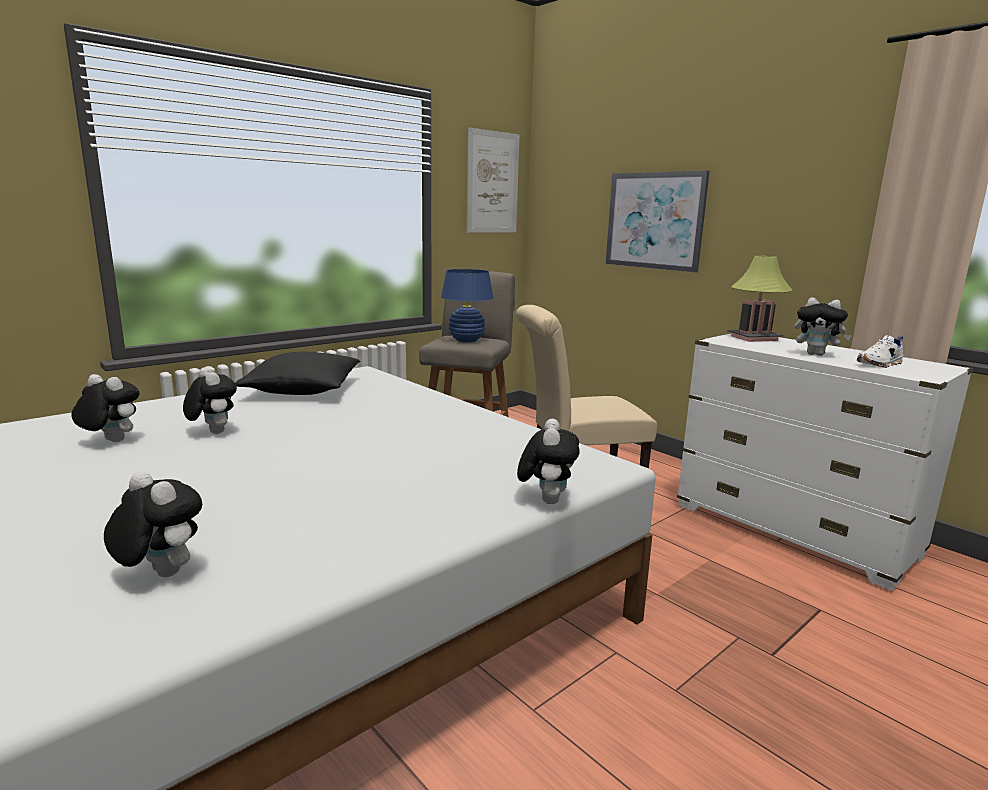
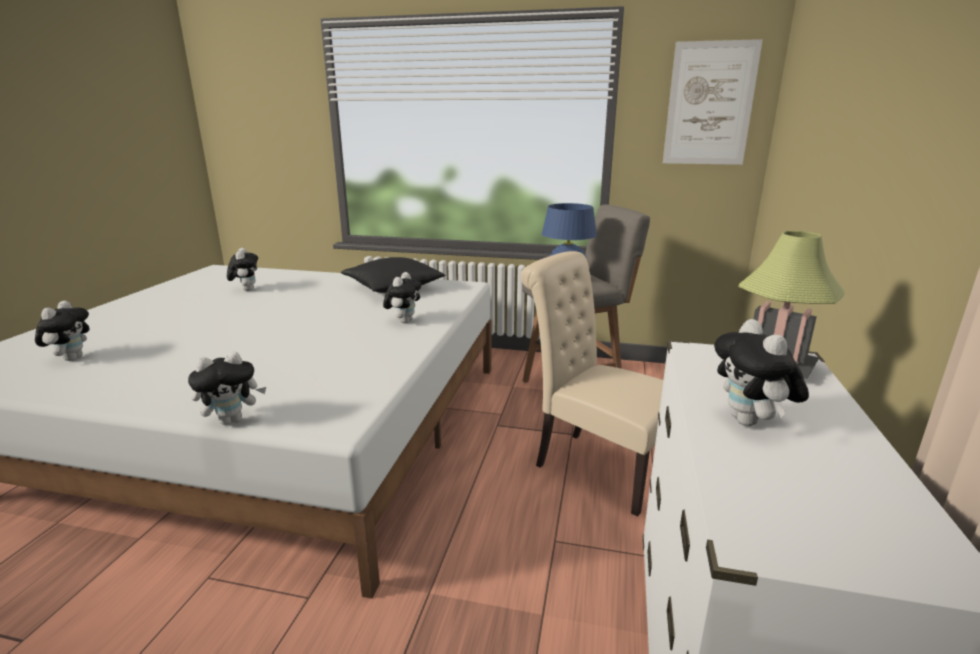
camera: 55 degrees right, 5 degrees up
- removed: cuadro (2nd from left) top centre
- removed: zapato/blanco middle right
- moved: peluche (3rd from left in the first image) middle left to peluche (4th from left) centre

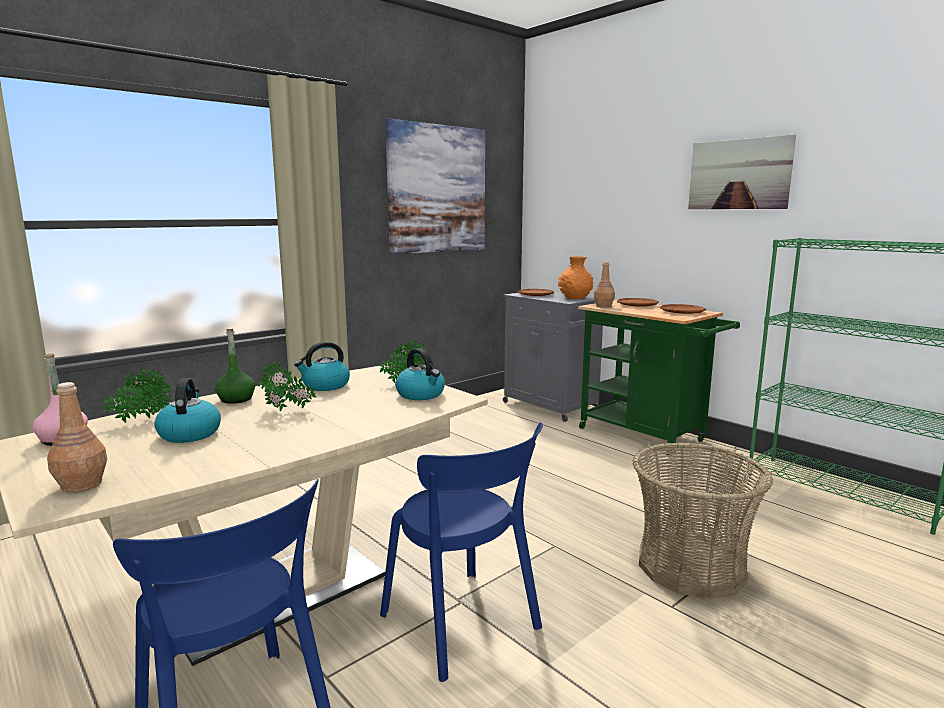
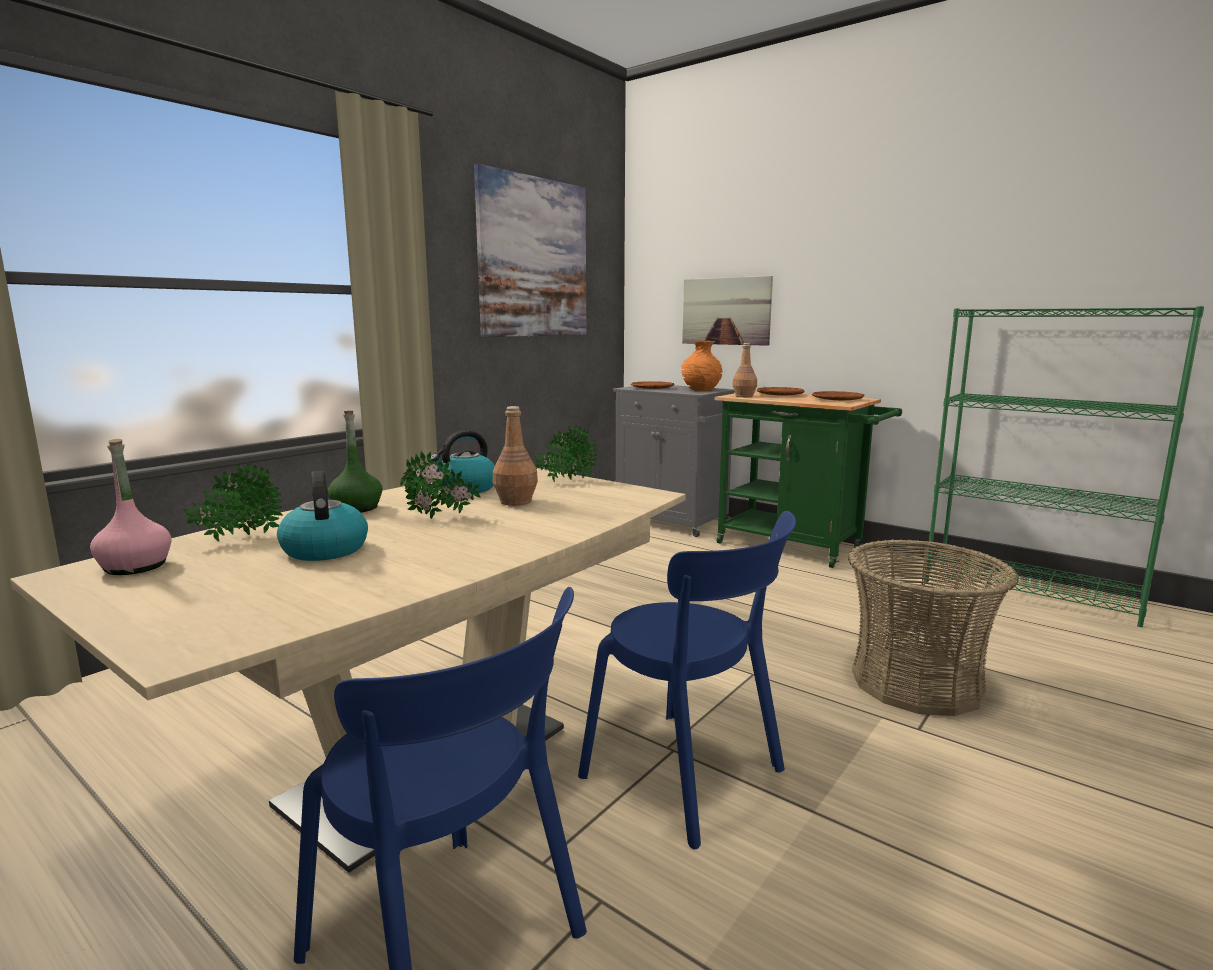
camera: 10 degrees left, 0 degrees up
- moved: cuadro (2nd from left) top right to top centre
- removed: hervidor (3rd from left) centre
- moved: botella/marrón (1st from left) middle left to centre

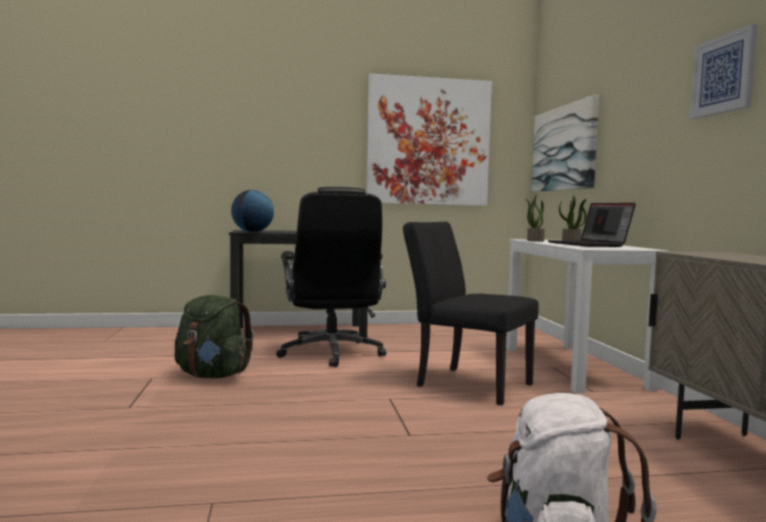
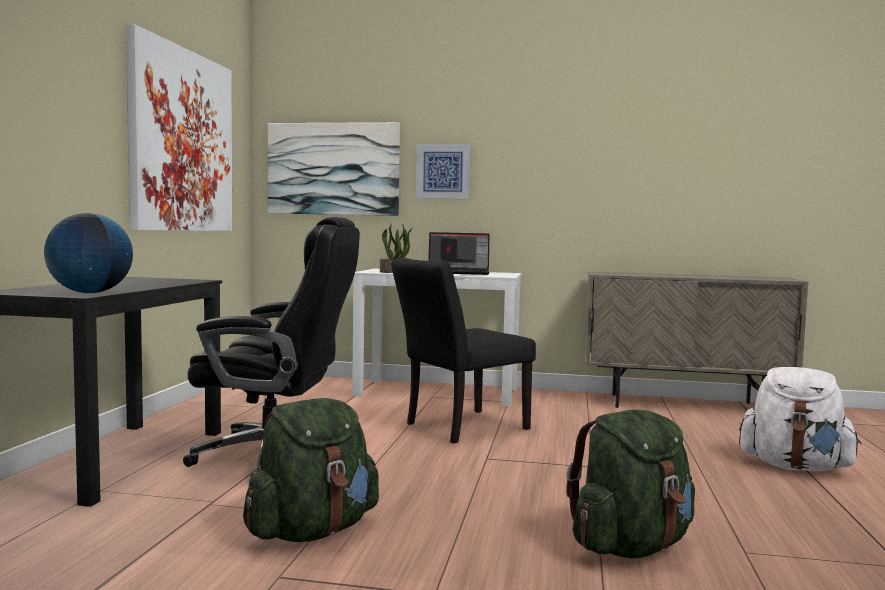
camera: 70 degrees left, 0 degrees up
- moved: cuadro (3rd from left) top right to top centre
- added: mochila/verde (2nd from left) bottom right

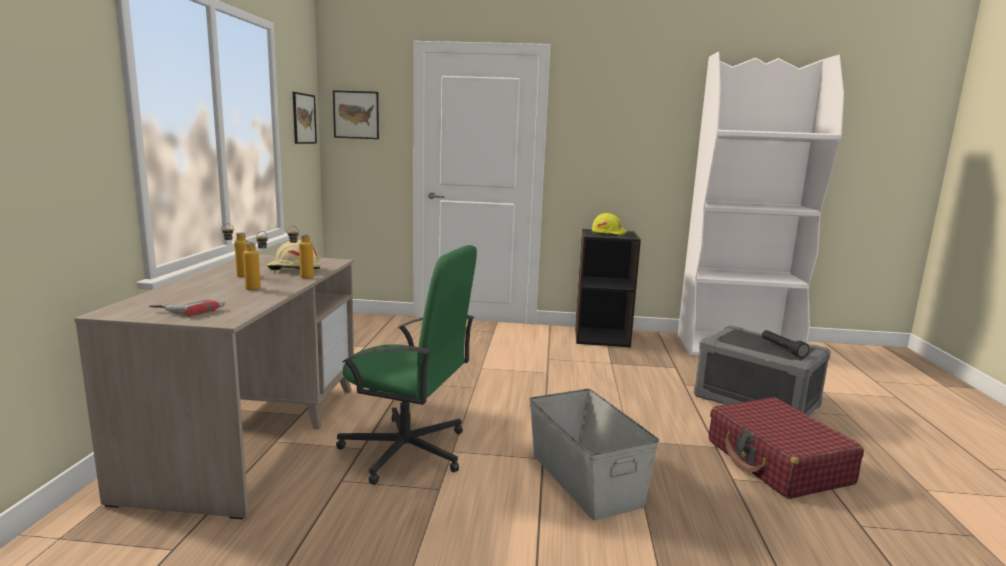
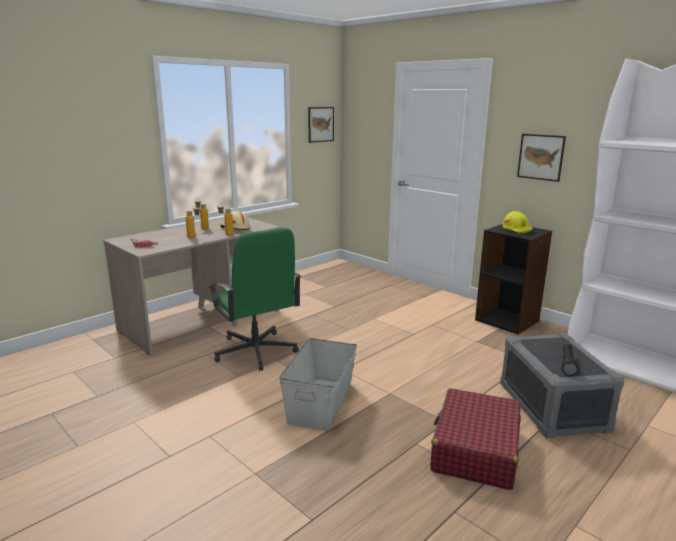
camera: 40 degrees right, 5 degrees up
- moved: cuadro (2nd from left) top centre to top right

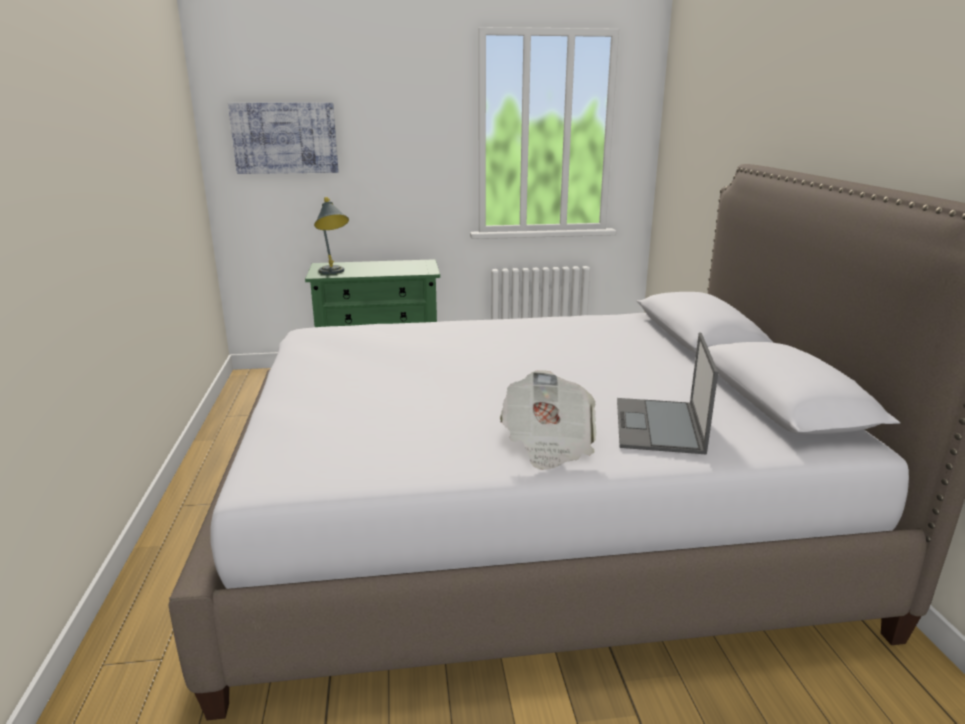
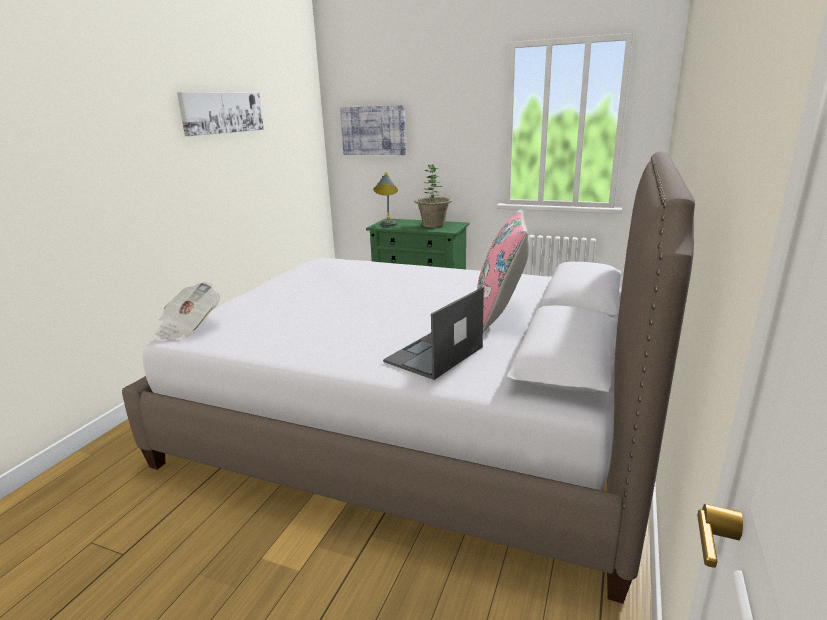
camera: 30 degrees right, 0 degrees up
- moved: periódico centre to middle left
- added: cuadro (1st from left) top left
- added: planta en maceta top centre
- added: cojín/rosa centre

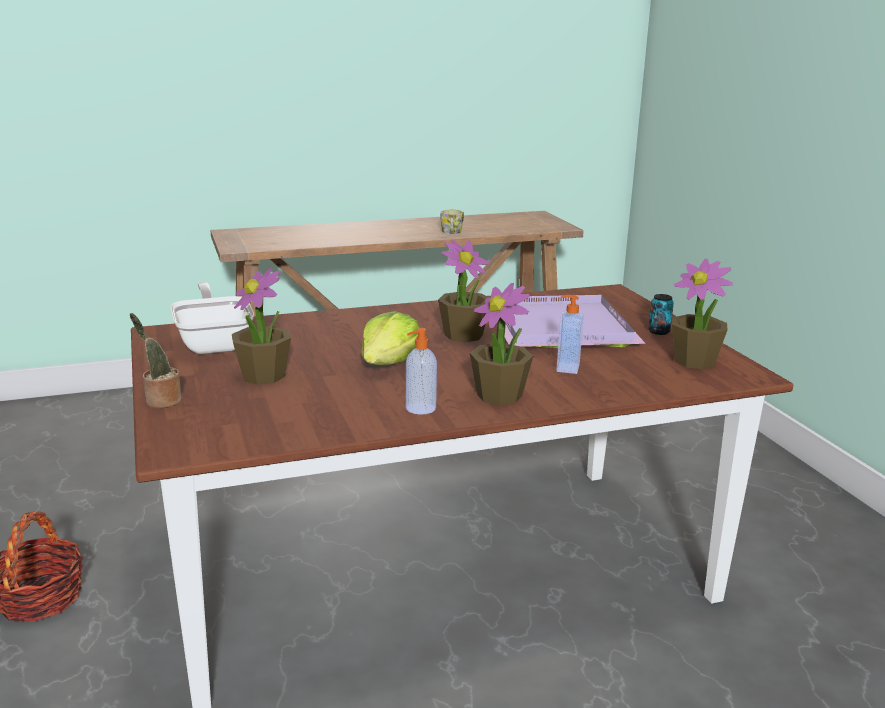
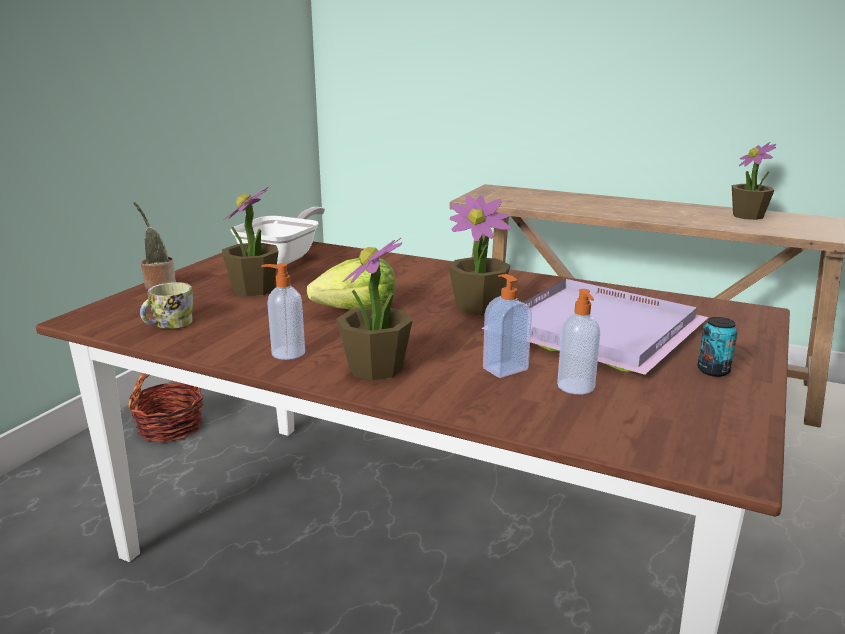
camera: 45 degrees right, 0 degrees up
- moved: taza grande top centre to middle left
- moved: planta en maceta (5th from left) middle right to top right
- added: dispensador de jabón (3rd from left) middle right

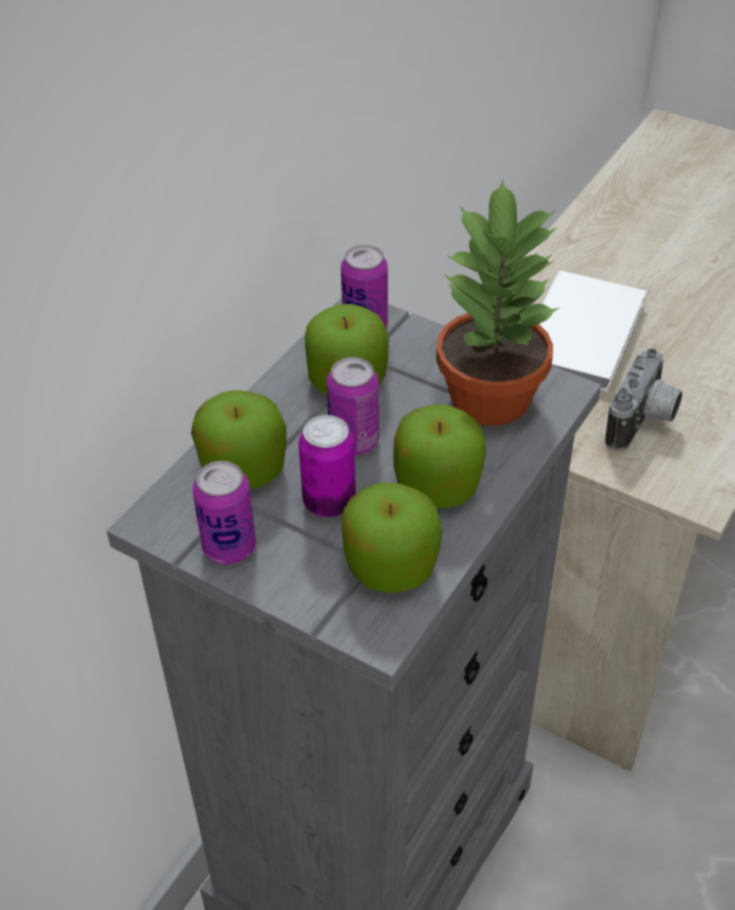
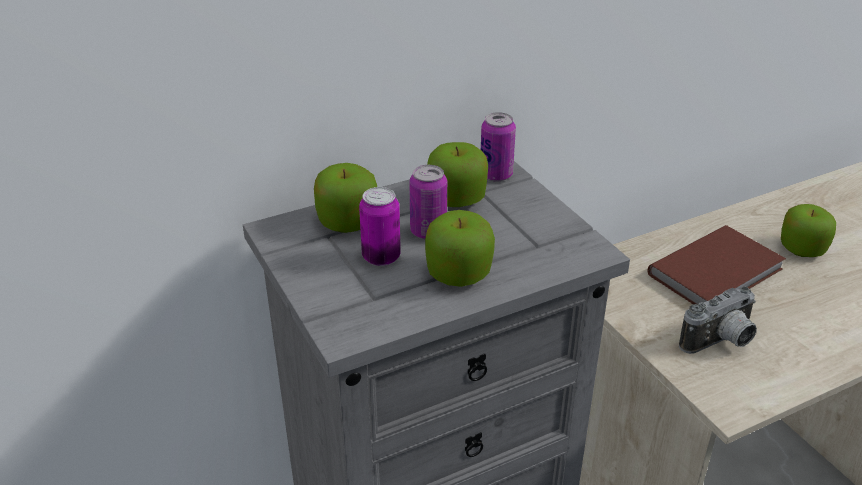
camera: 30 degrees right, 10 degrees down
- removed: planta en maceta top right
- recoloured: libro/blanco middle right to libro/marrón middle right
- removed: lata (1st from left) middle left
- moved: manzana (3rd from left in the first image) centre to manzana (4th from left) middle right

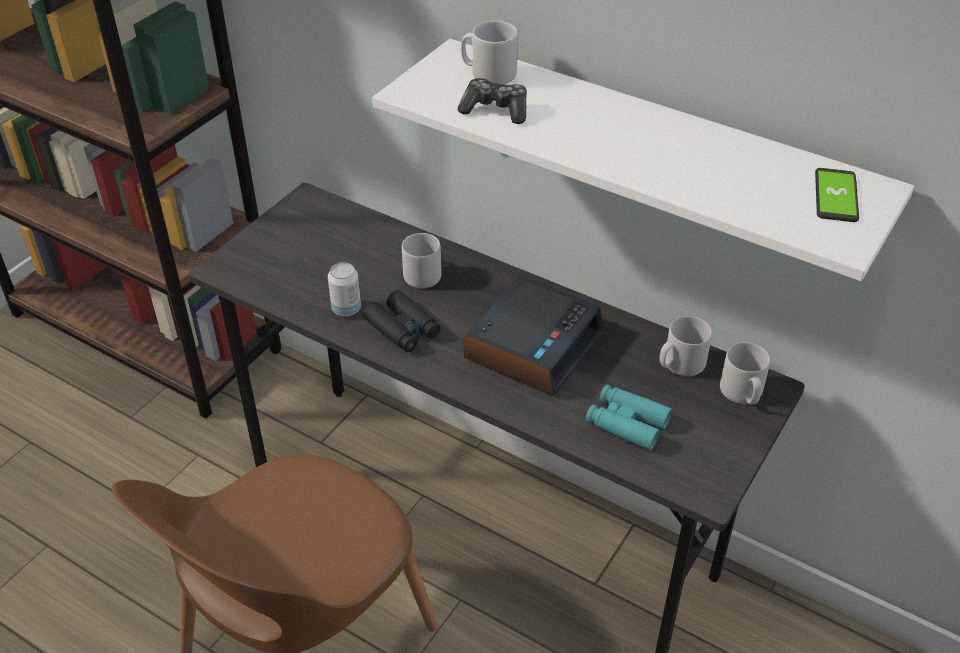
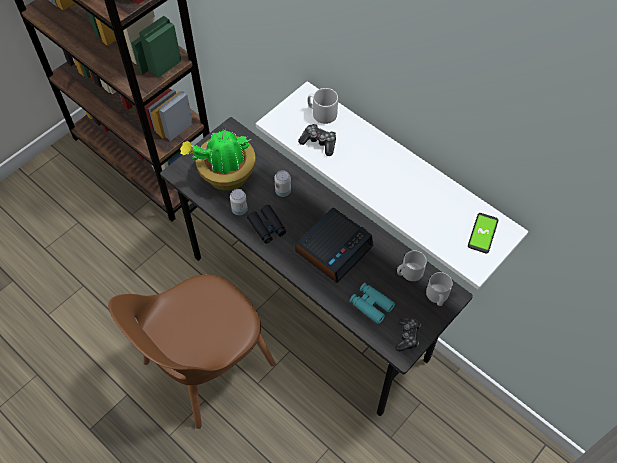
camera: 10 degrees right, 15 degrees up
- replaced: taza grande/gris (1st from left) centre to lata (2nd from left) centre
- added: planta en maceta centre
- added: mando de consola (2nd from left) bottom centre

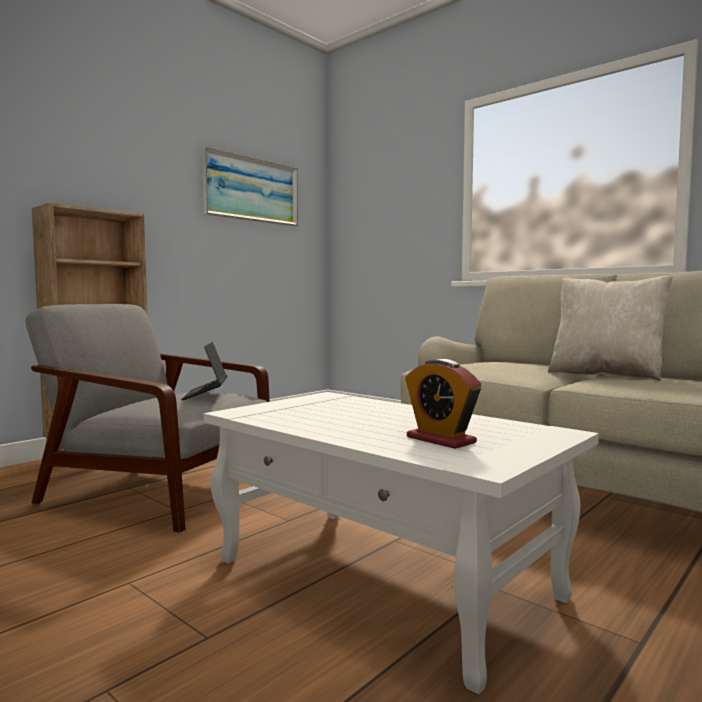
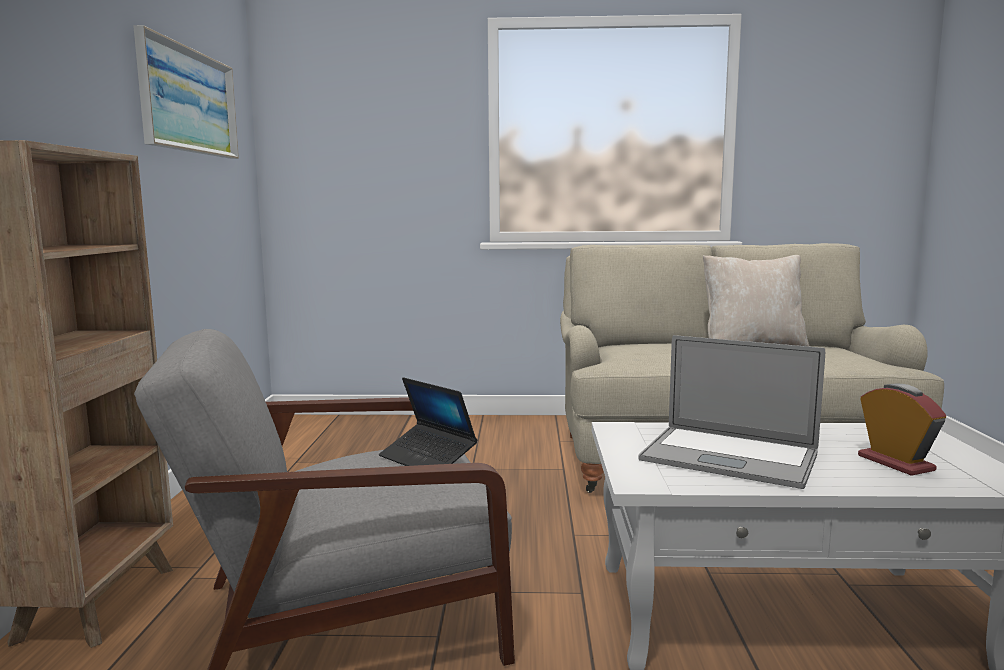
camera: 40 degrees left, 5 degrees up
- turned: despertador centre = middle right 120 degrees counterclockwise
- added: portátil (2nd from left) middle right

